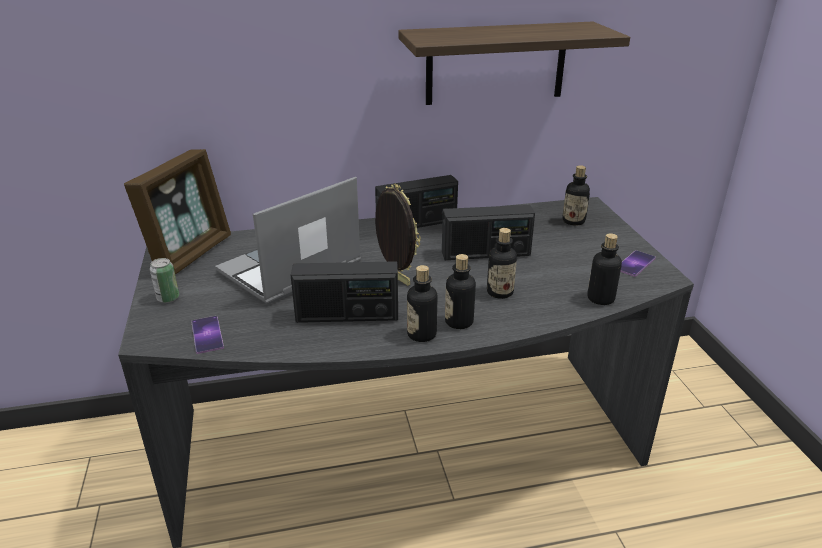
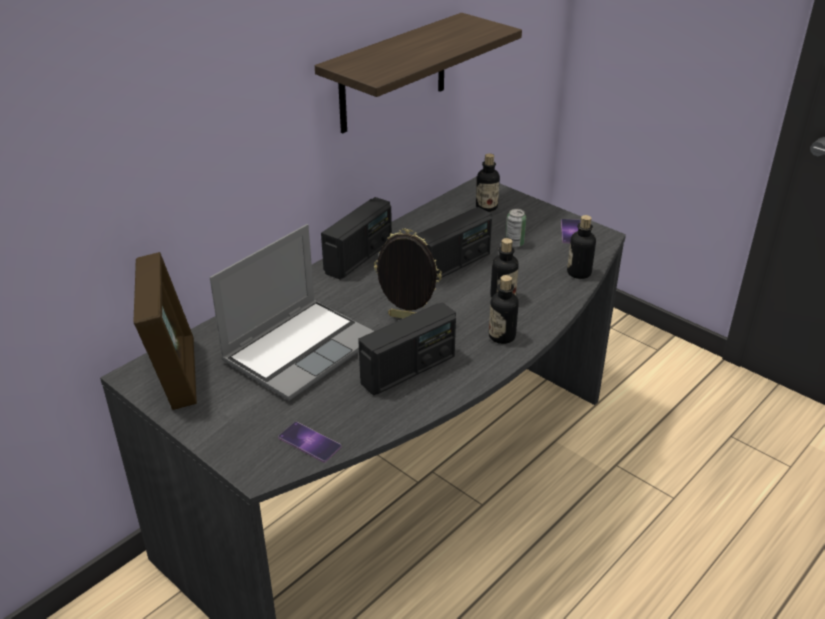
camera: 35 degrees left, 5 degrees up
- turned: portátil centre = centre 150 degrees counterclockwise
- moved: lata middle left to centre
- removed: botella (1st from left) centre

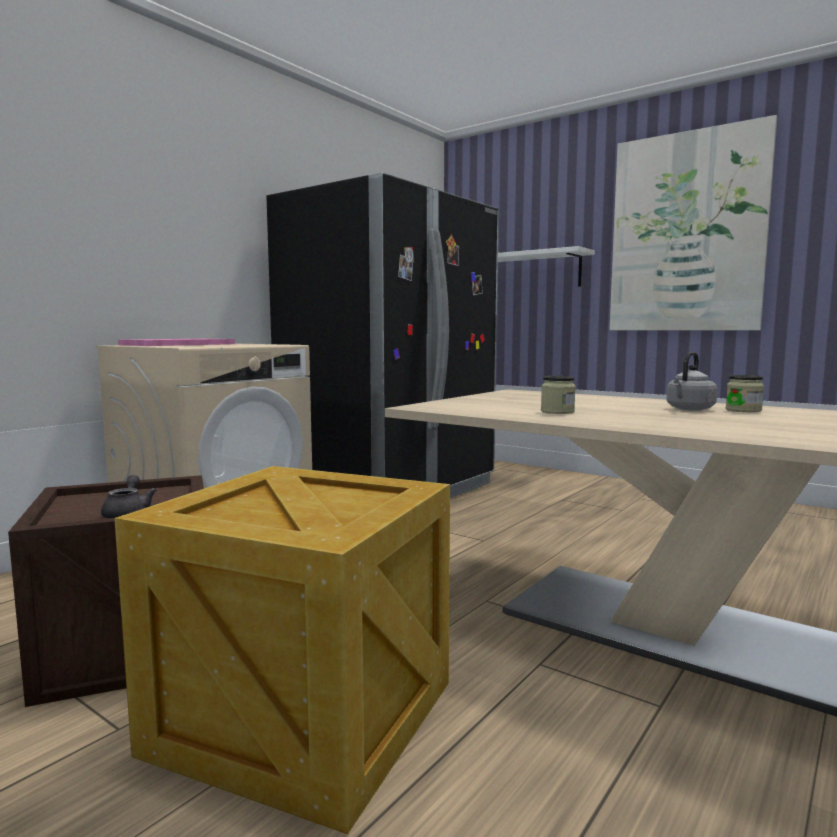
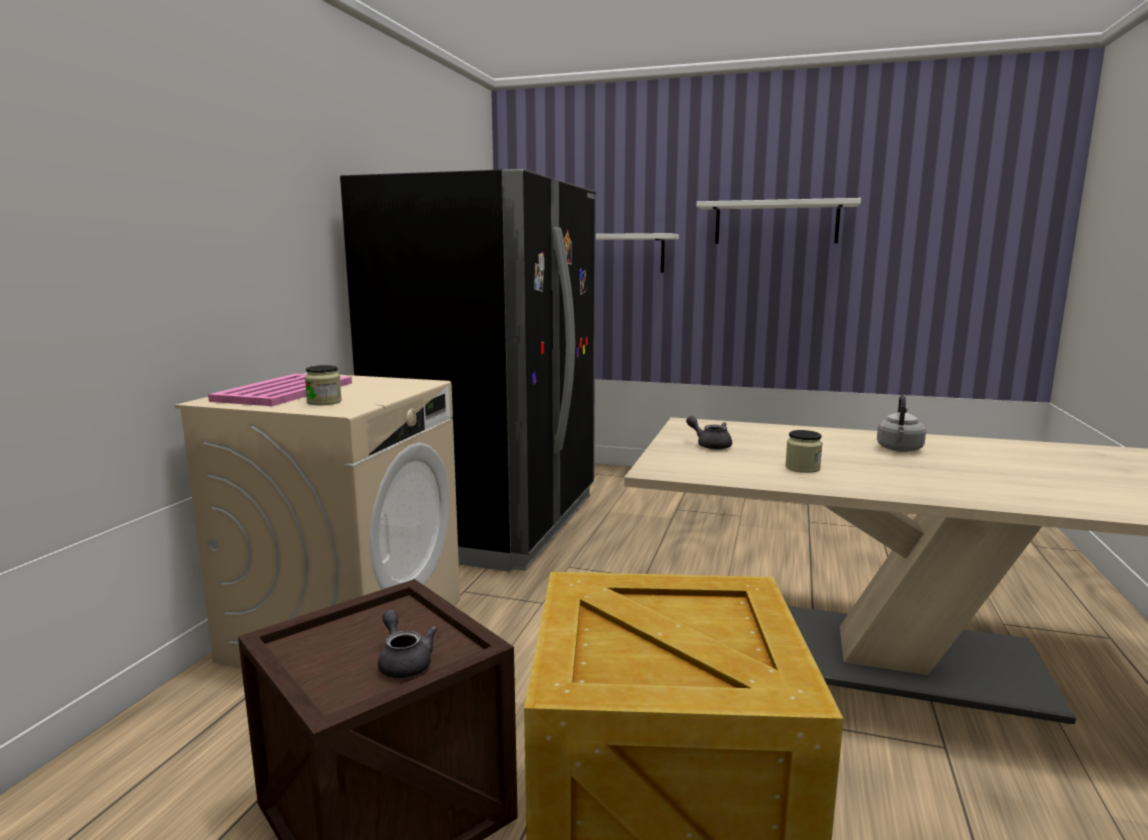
camera: 20 degrees left, 5 degrees up
- replaced: cuadro top right to estante/blanco (2nd from left) top right
- moved: tarro (2nd from left in the first image) middle right to tarro (1st from left) middle left
- added: tetera/gris (2nd from left) centre

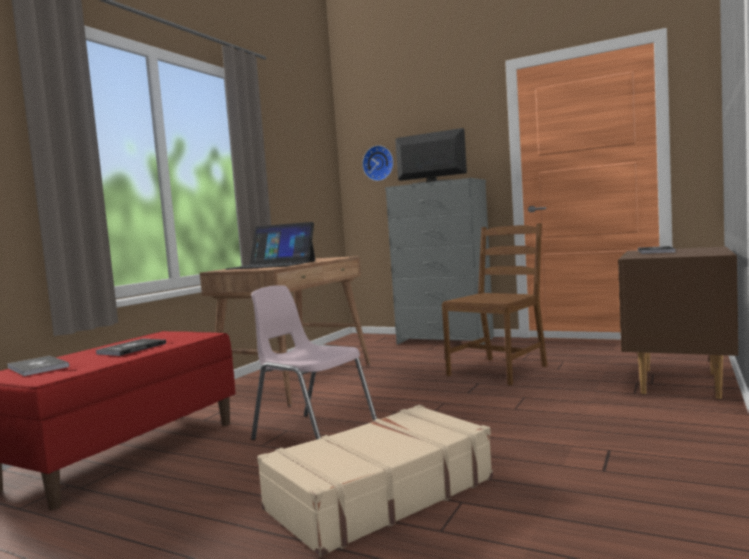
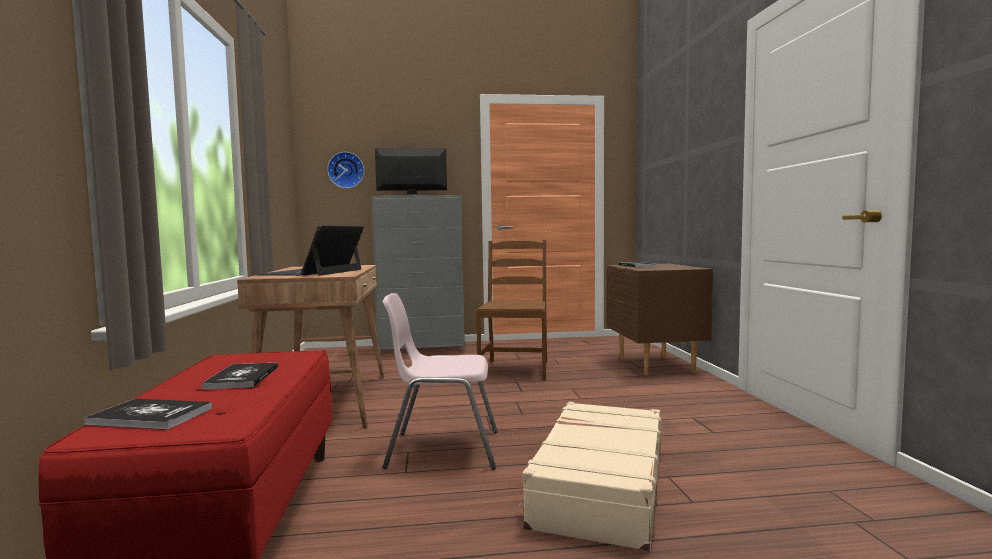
camera: 35 degrees left, 0 degrees up
- turned: portátil centre = middle left 120 degrees clockwise

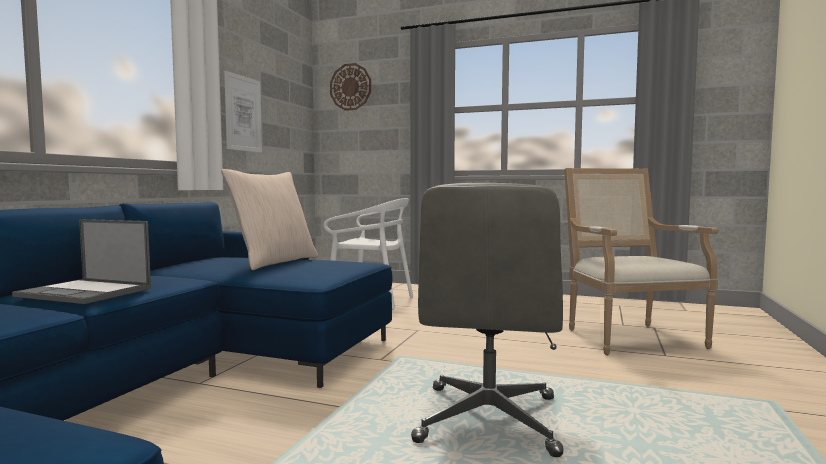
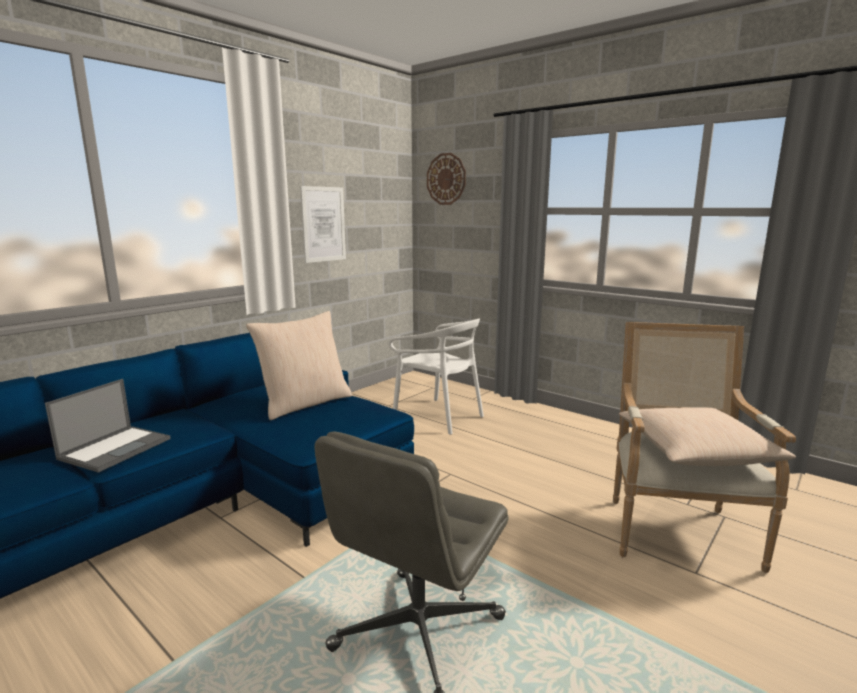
camera: 20 degrees right, 10 degrees up
- turned: portátil middle left = middle left 105 degrees counterclockwise
- added: cojín/beis (2nd from left) middle right

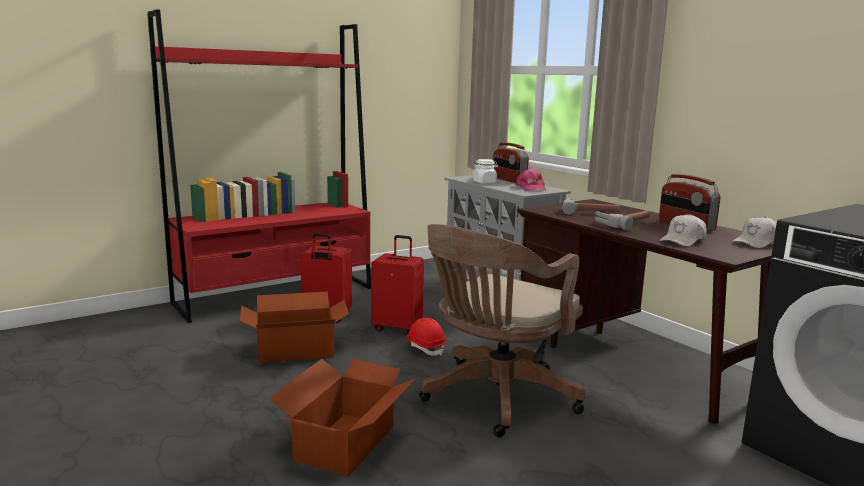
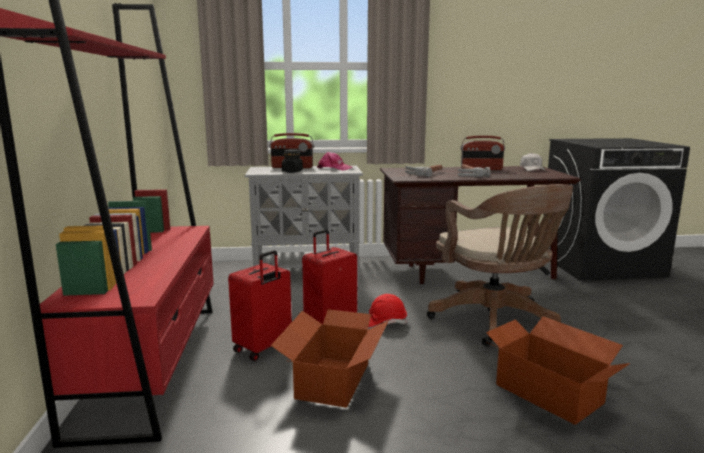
camera: 60 degrees left, 0 degrees up
- recoloured: tarro/blanco centre to tarro/negro centre
- removed: gorra/blanco (1st from left) middle right

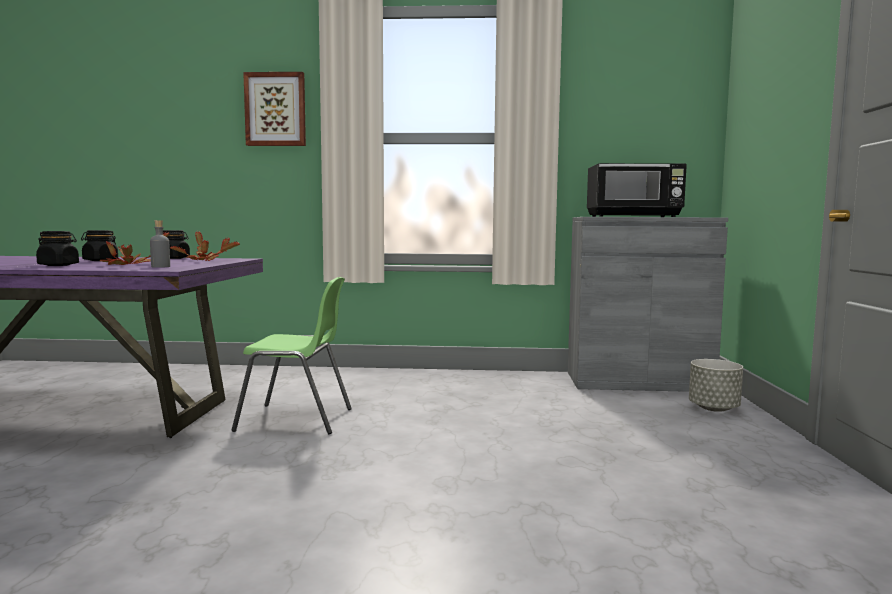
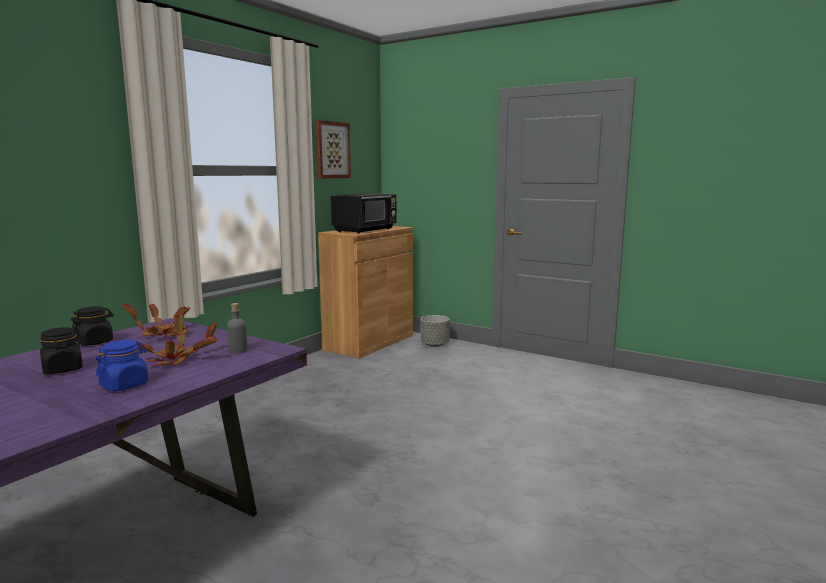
camera: 60 degrees left, 5 degrees up
- moved: cuadro top left to top centre
- recoloured: armario/gris middle right to armario/marrón centre
- recoloured: tarro/negro (1st from left) middle left to tarro/azul middle left
- removed: silla/verde middle left

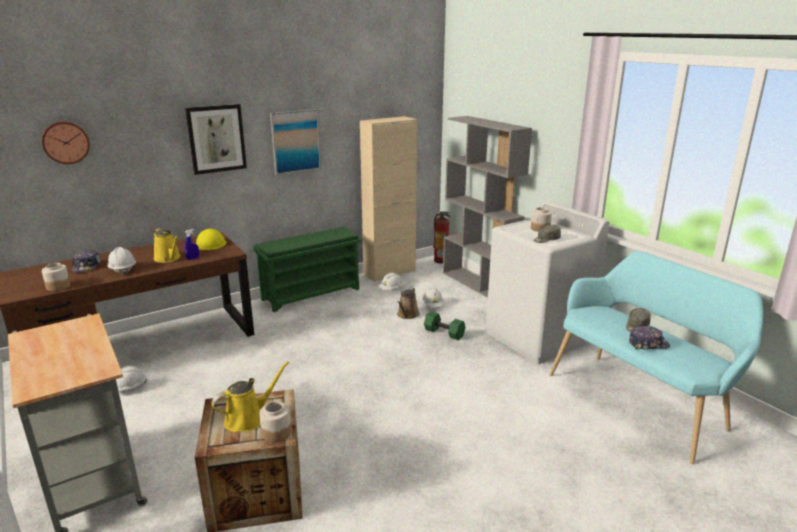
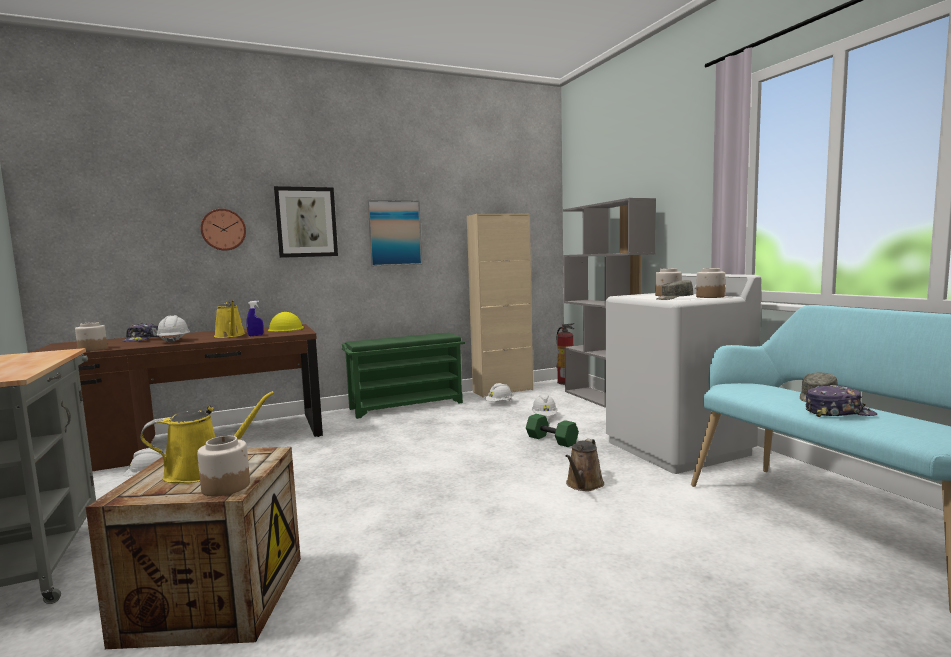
camera: 10 degrees right, 15 degrees down
- moved: reloj de pared top left to middle left
- moved: regadera/marrón centre to bottom centre
- added: tarro (4th from left) middle right

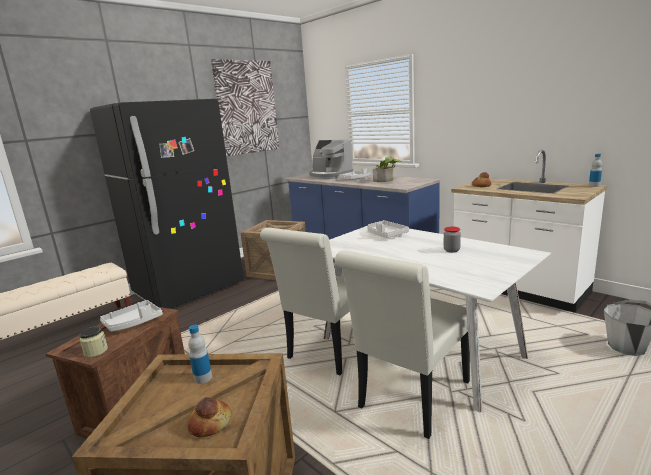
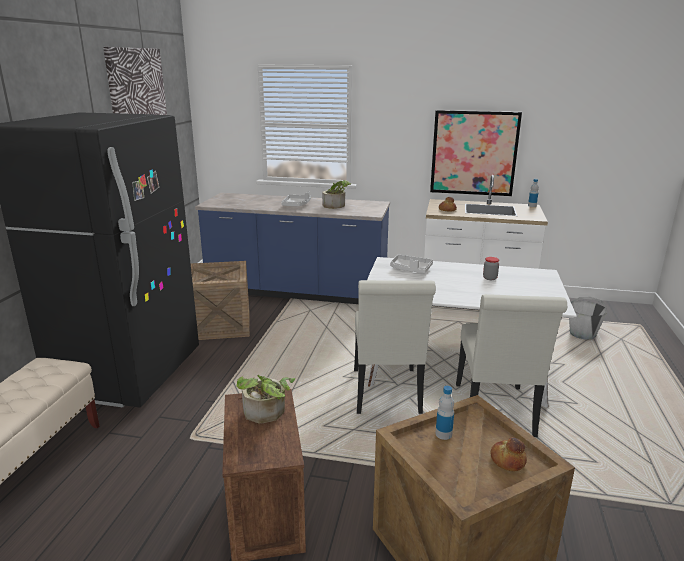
camera: 35 degrees left, 5 degrees up
- removed: cafetera centre
- replaced: bandeja/gris (1st from left) middle left to planta en maceta (1st from left) bottom centre
- removed: tarro (1st from left) bottom left
- added: cuadro (2nd from left) top right

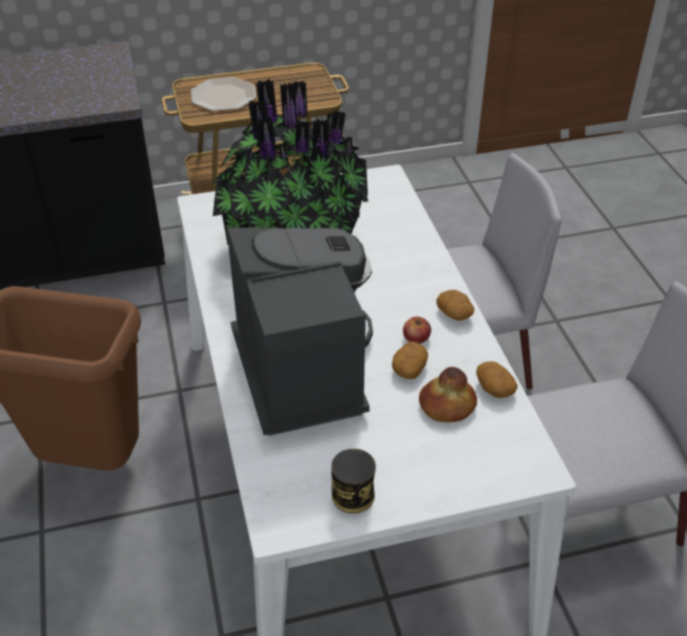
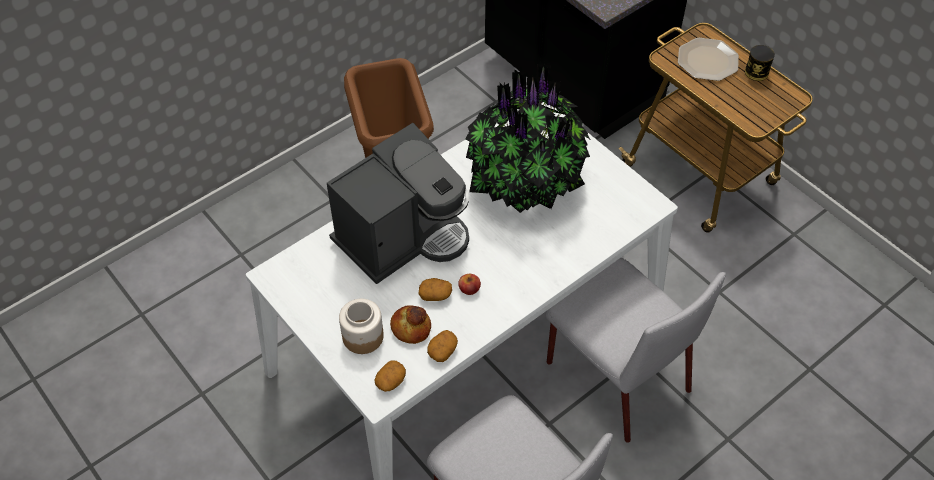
camera: 65 degrees right, 10 degrees up
- moved: patata (2nd from left in the first image) centre to patata (1st from left) bottom centre
- moved: lata bottom centre to top right
- added: tarro bottom centre

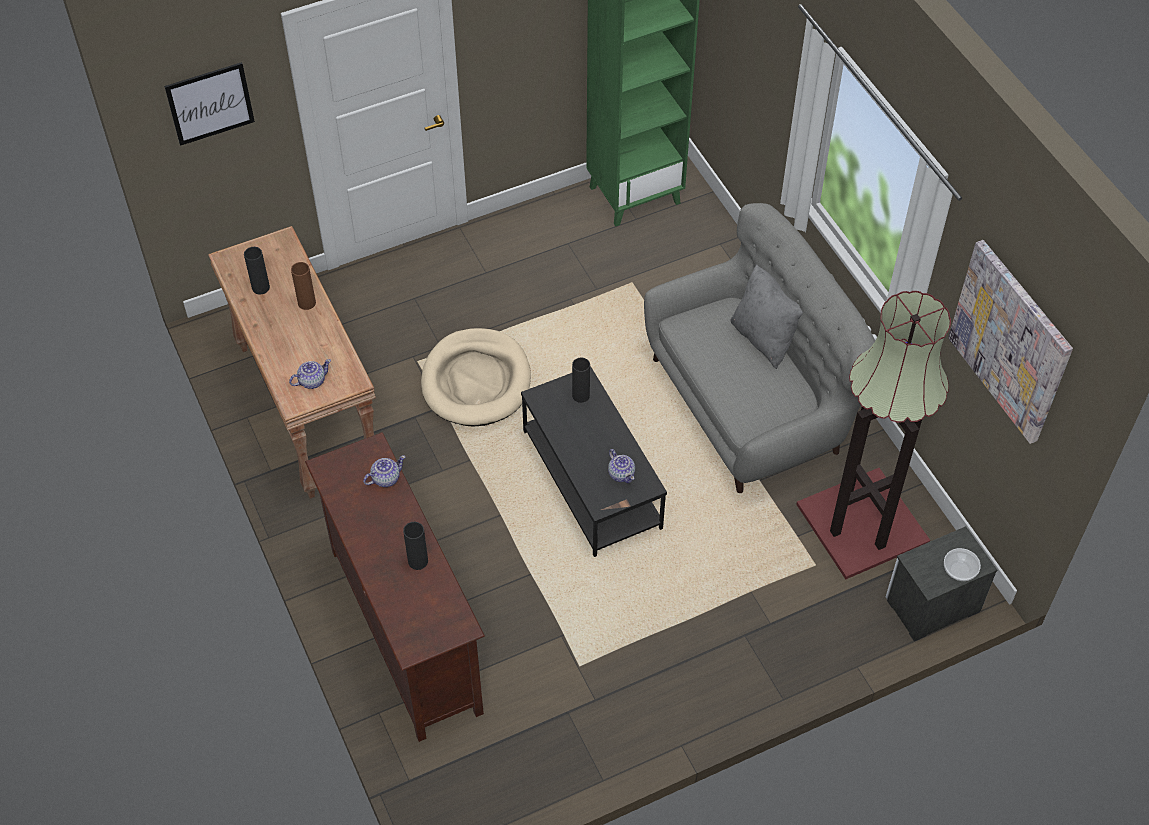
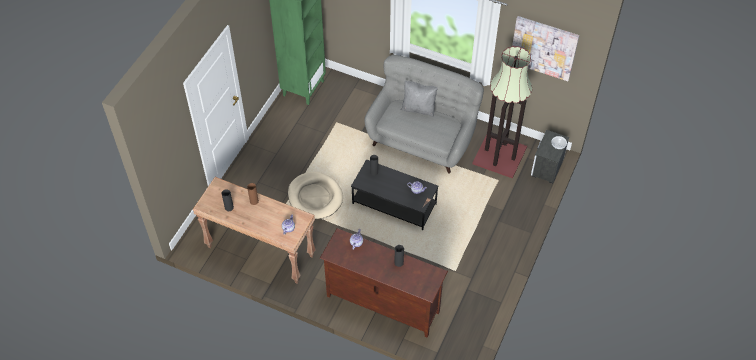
camera: 40 degrees left, 0 degrees up
- removed: cuadro (1st from left) top left

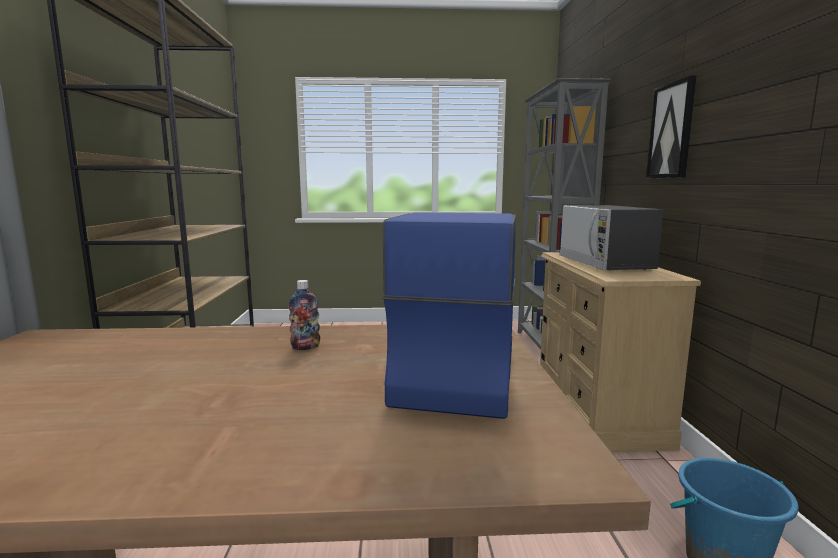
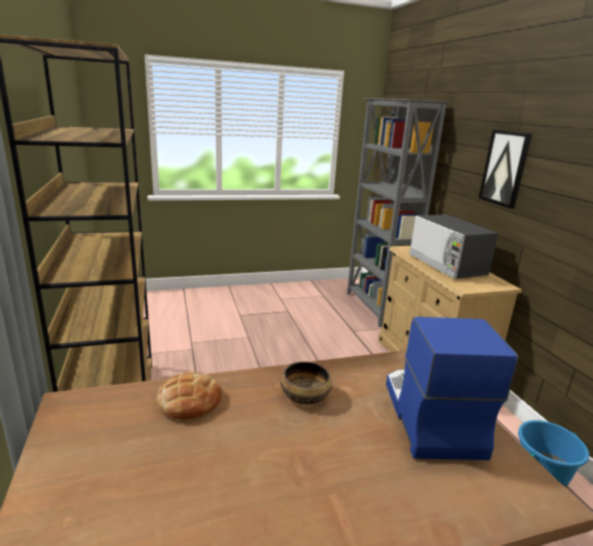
camera: 15 degrees left, 10 degrees up
- replaced: botella centre to cuenco bottom centre
- added: pan bottom left

